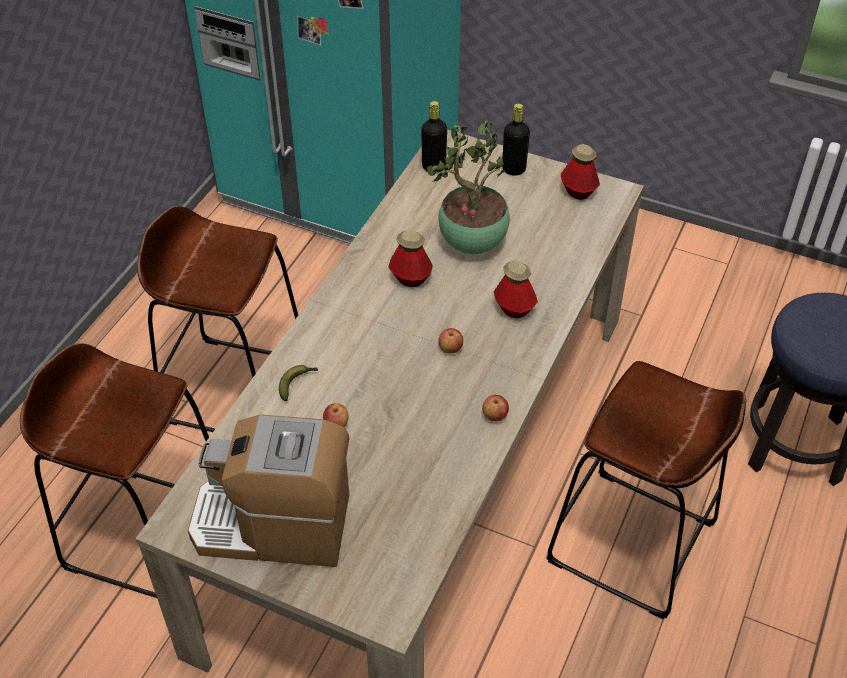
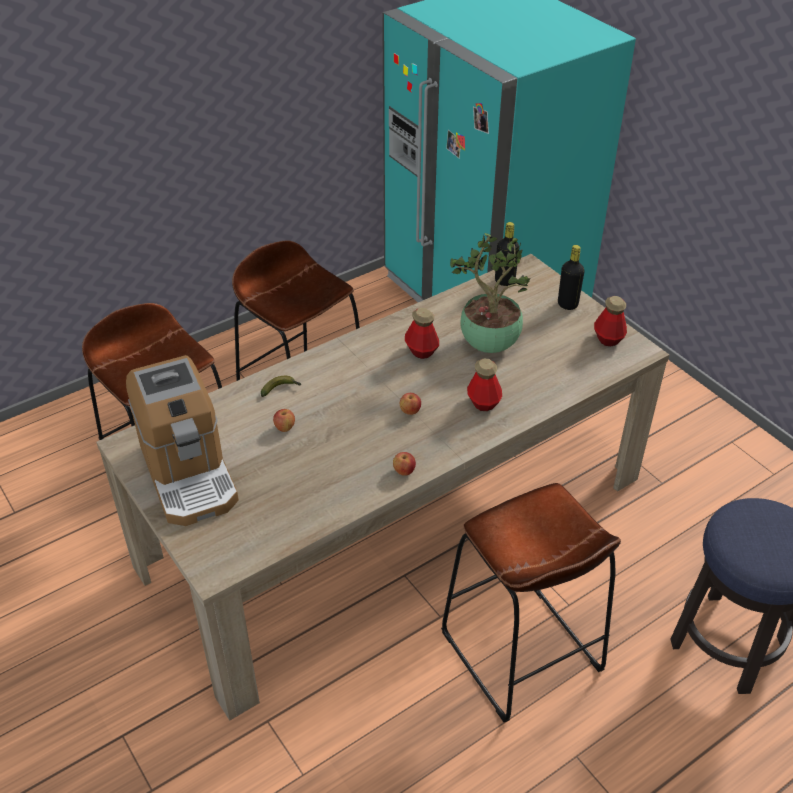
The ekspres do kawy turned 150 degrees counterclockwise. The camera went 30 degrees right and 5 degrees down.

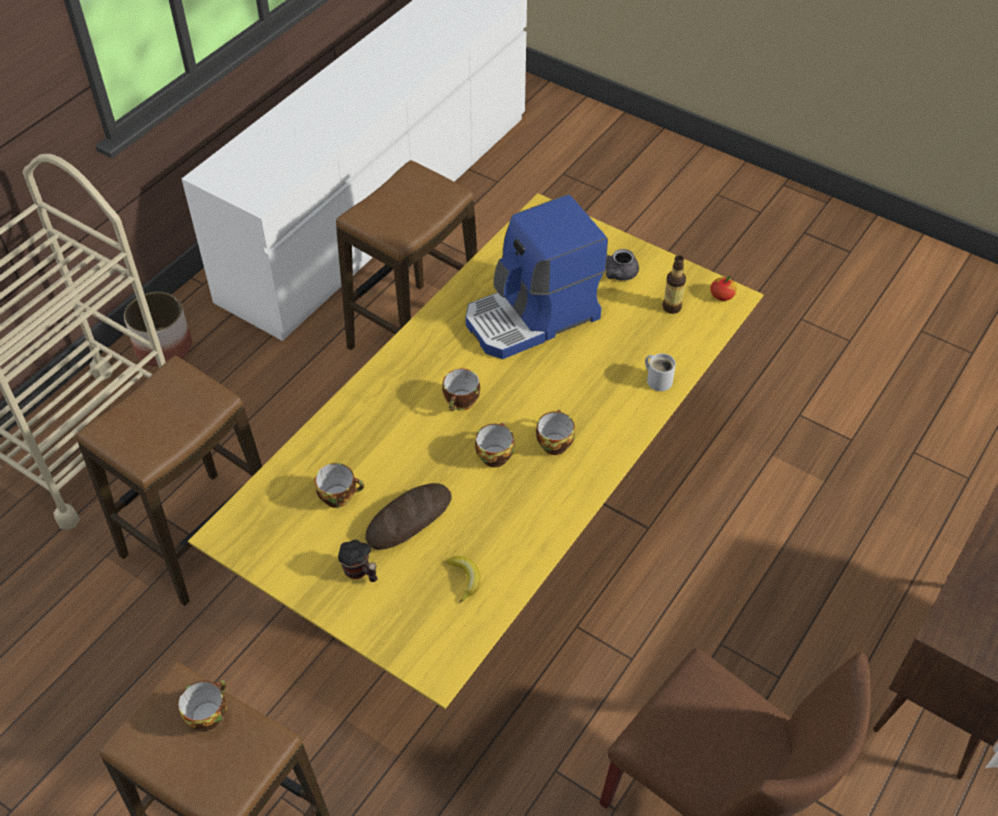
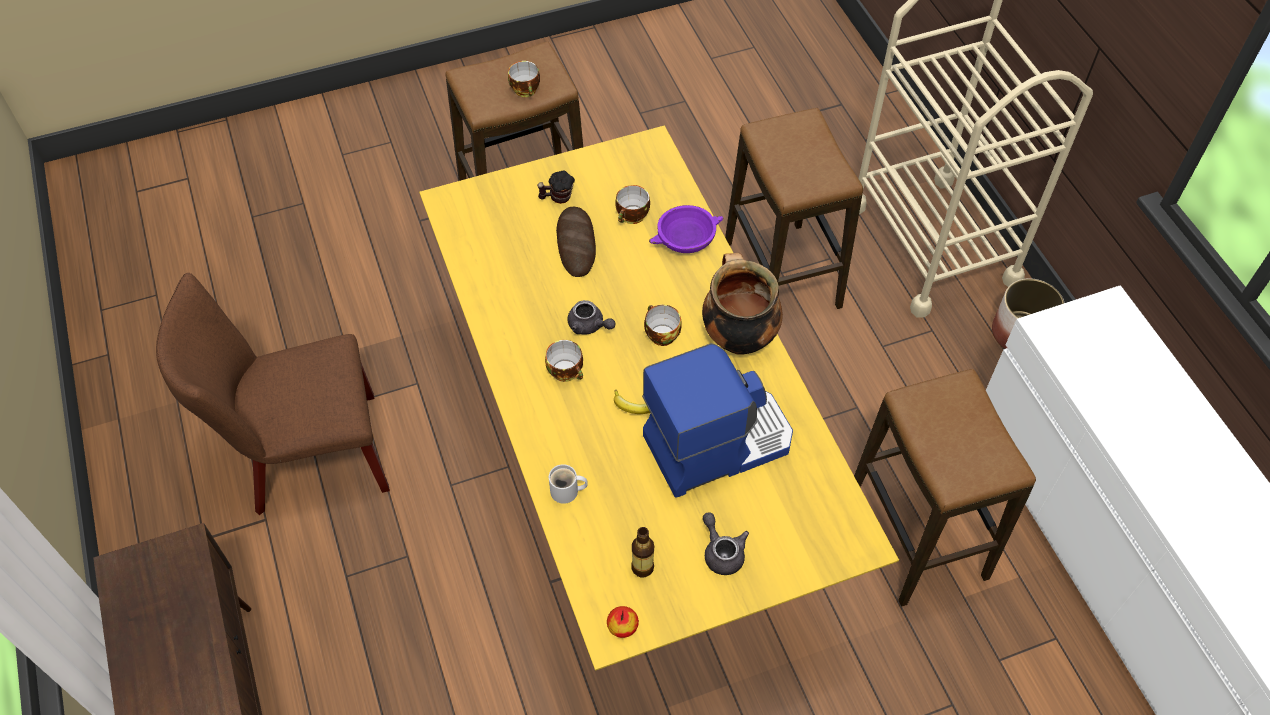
The miska [fioletowy] appeared. The garnek appeared. The banan moved. The filiżanka (4th from left) was replaced by the imbryk [szary] (1st from left). The ekspres do kawy turned 60 degrees clockwise. The camera went 125 degrees right and 5 degrees up.

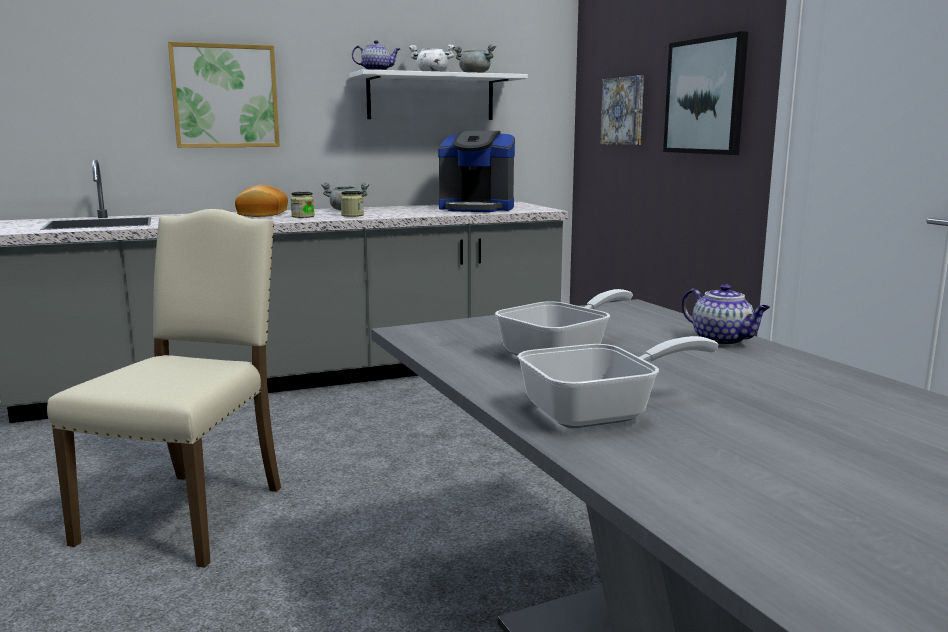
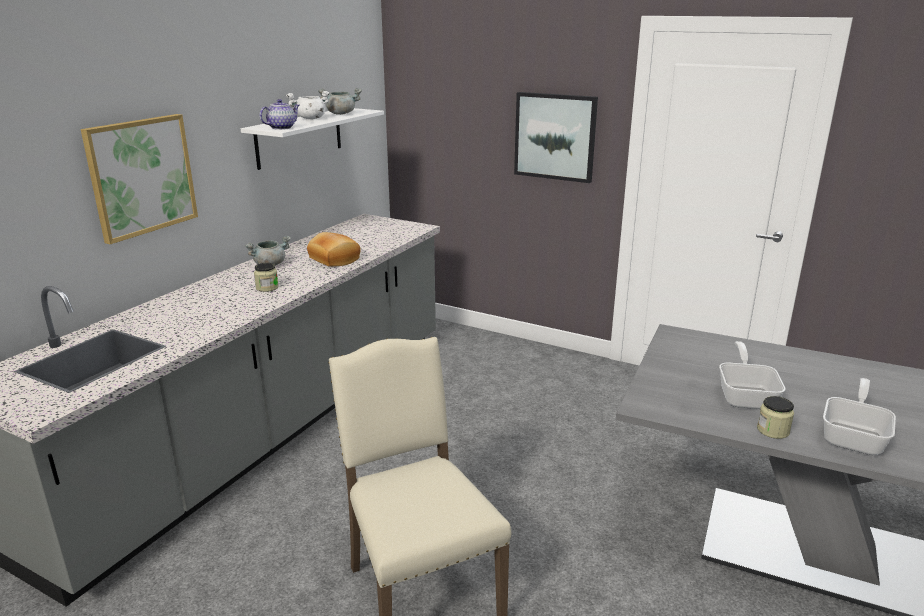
The ekspres do kawy disappeared. The obraz (2nd from left) disappeared. The imbryk (2nd from left) disappeared. The chleb moved. The słoik (2nd from left) moved. The camera went 40 degrees left and 10 degrees up.

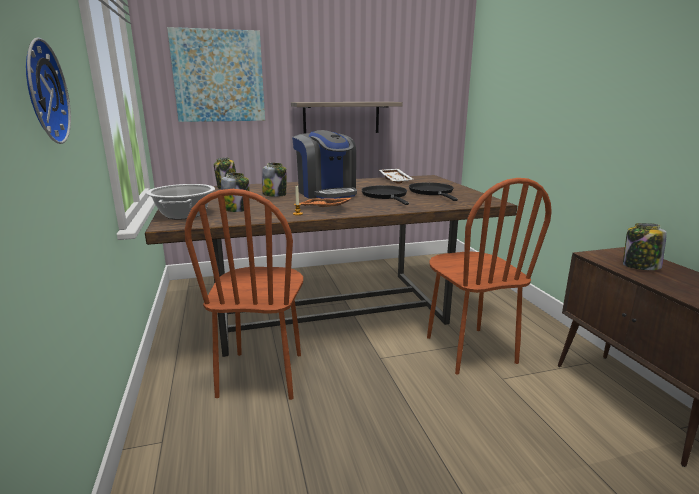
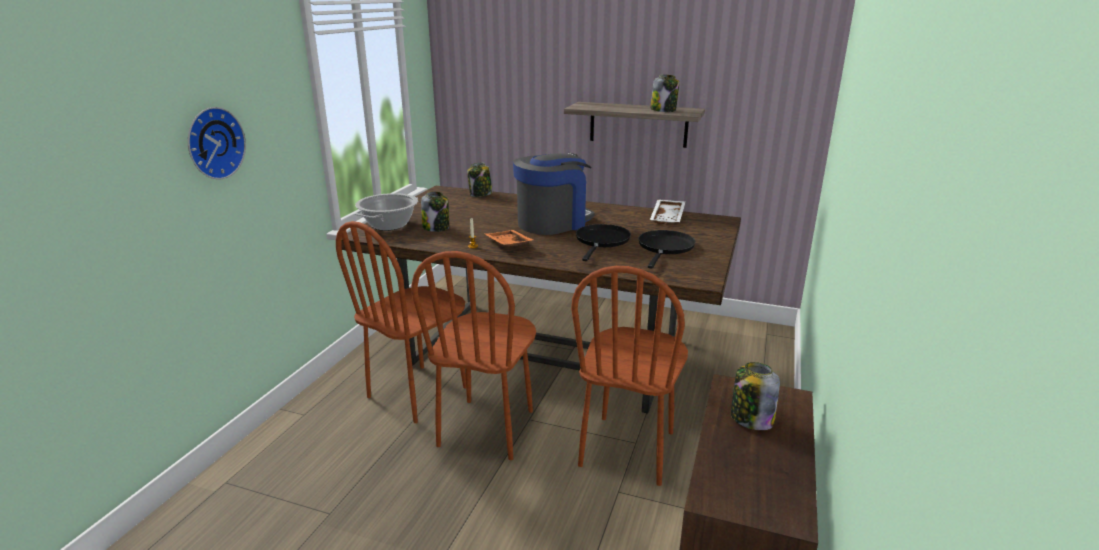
The obraz disappeared. The krzesło [brązowy] (2nd from left) appeared. The słoik (3rd from left) moved. The ekspres do kawy turned 135 degrees counterclockwise. The camera went 35 degrees right and 5 degrees up.

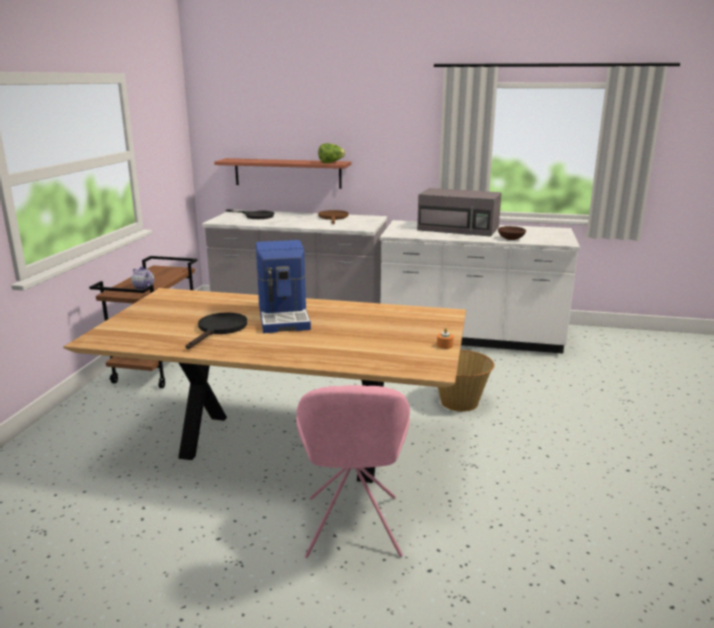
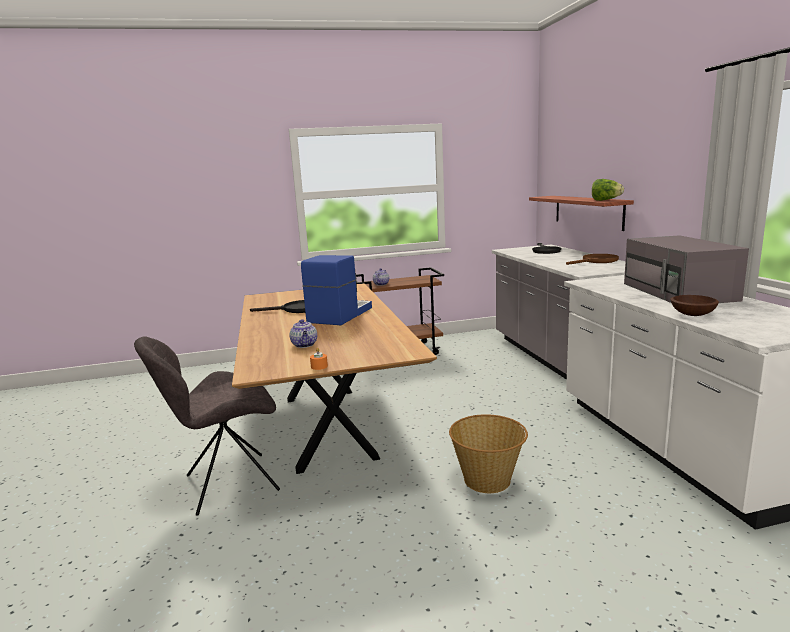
The imbryk (1st from left) appeared. The krzesło [różowy] became the krzesło [szary]. The ekspres do kawy turned 150 degrees clockwise. The camera went 65 degrees right and 5 degrees down.

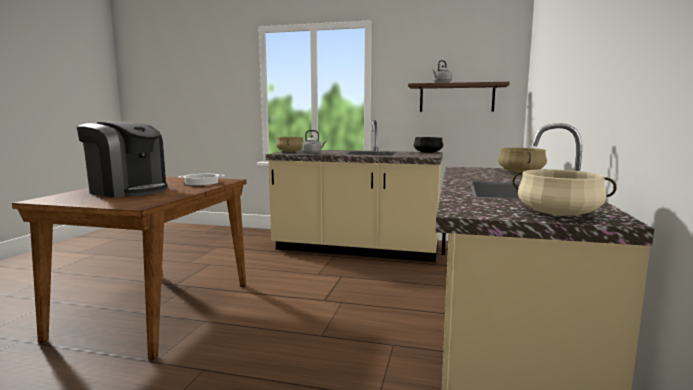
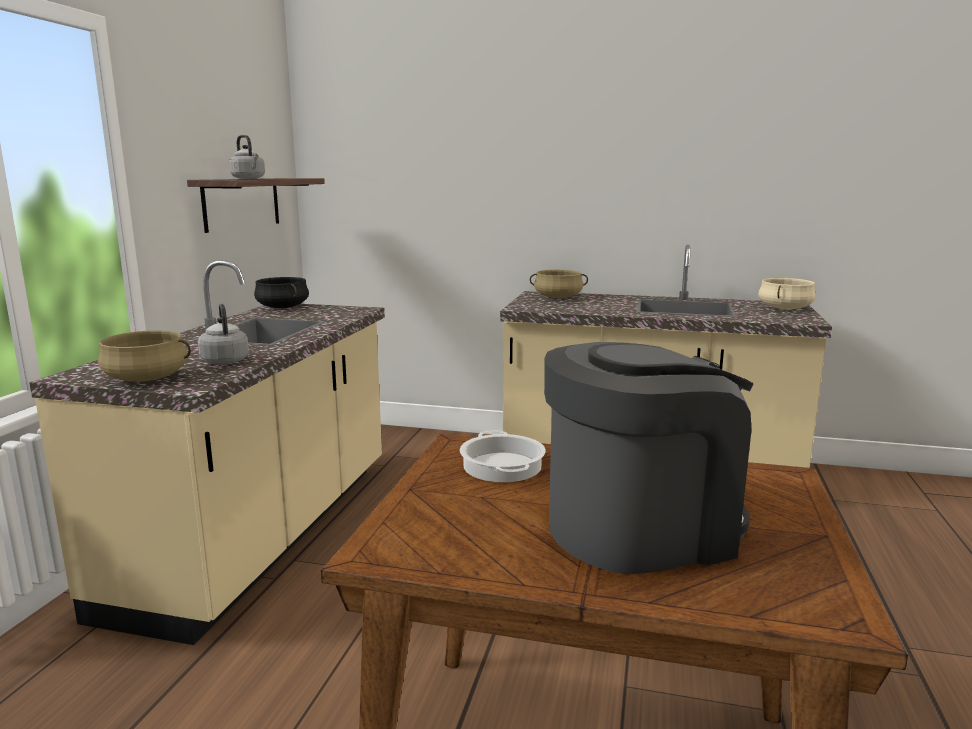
The ekspres do kawy turned 45 degrees clockwise. The camera went 90 degrees left and 5 degrees up.

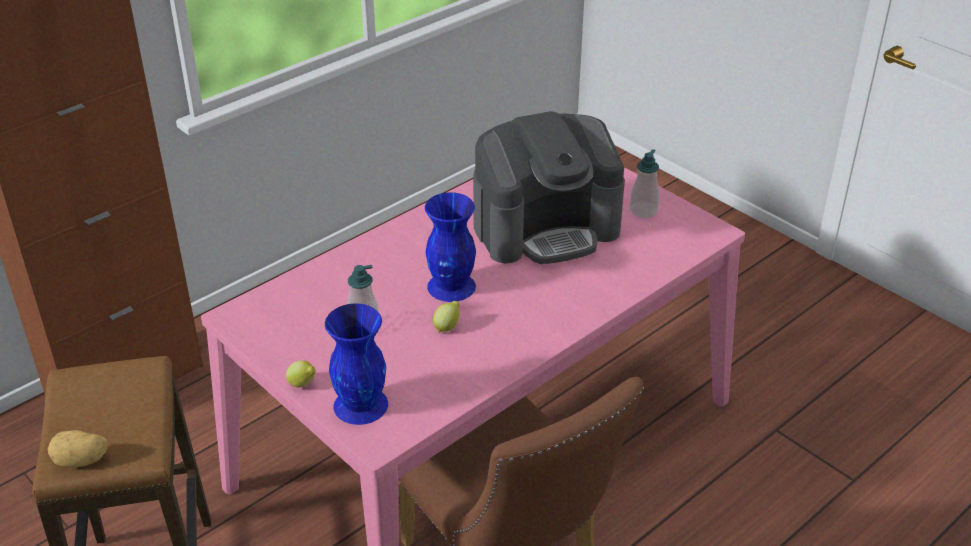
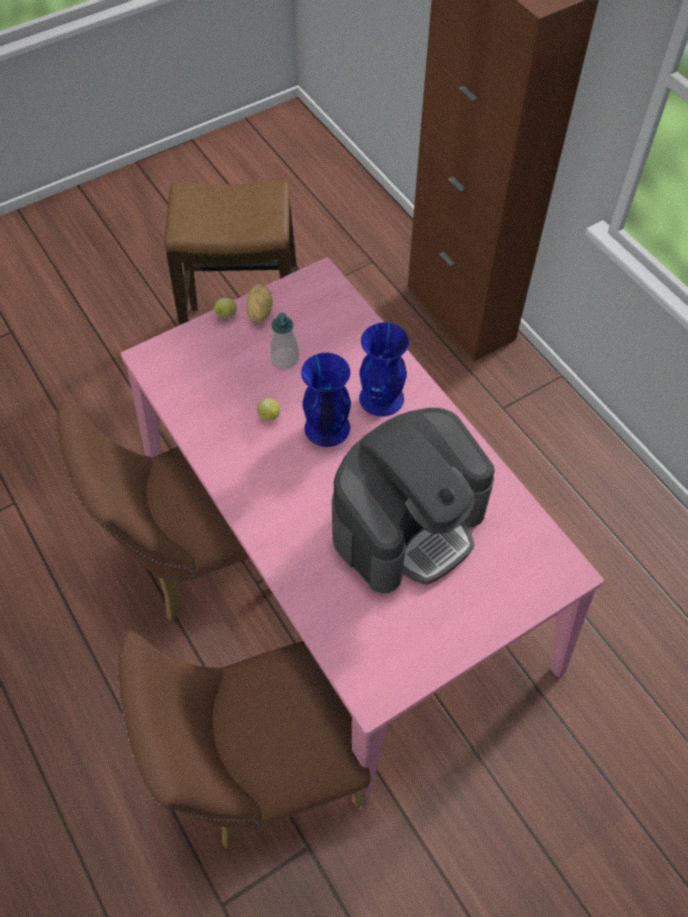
The dozownik mydła (2nd from left) disappeared. The krzesło [brązowy] (2nd from left) appeared. The ziemniak moved. The wazon [niebieski] (1st from left in the first image) moved. The ekspres do kawy turned 120 degrees counterclockwise. The camera went 100 degrees right and 20 degrees up.

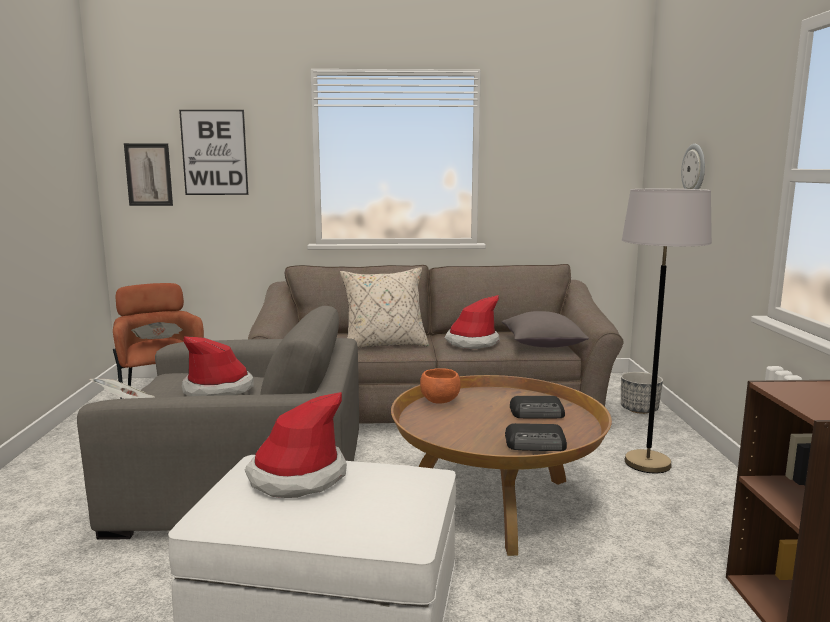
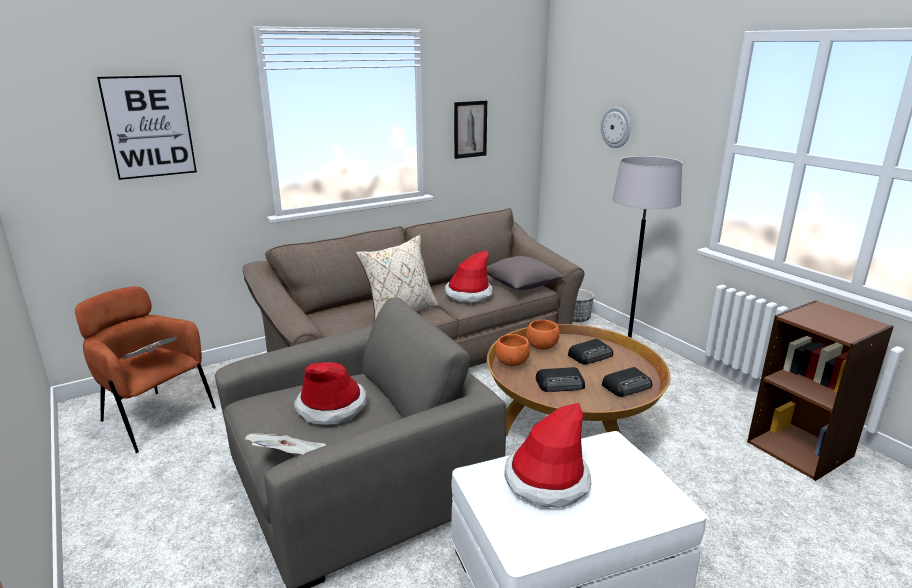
The miska [pomarańczowy] (2nd from left) appeared. The radio (1st from left) appeared. The obraz (1st from left in the first image) moved. The camera went 30 degrees left and 10 degrees up.

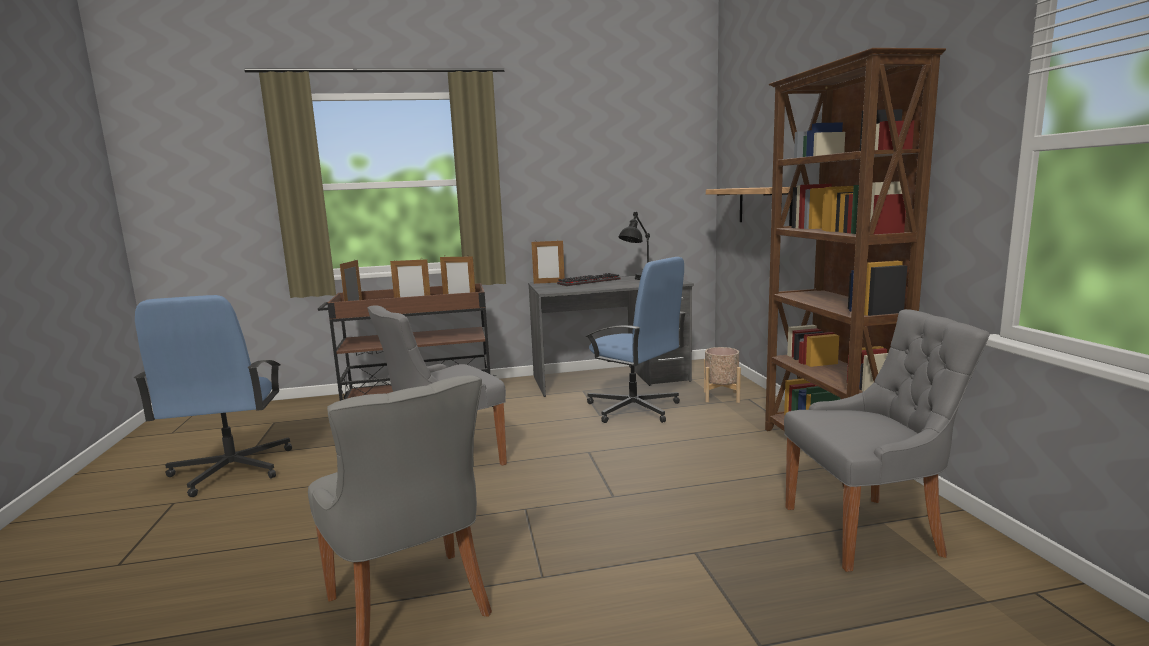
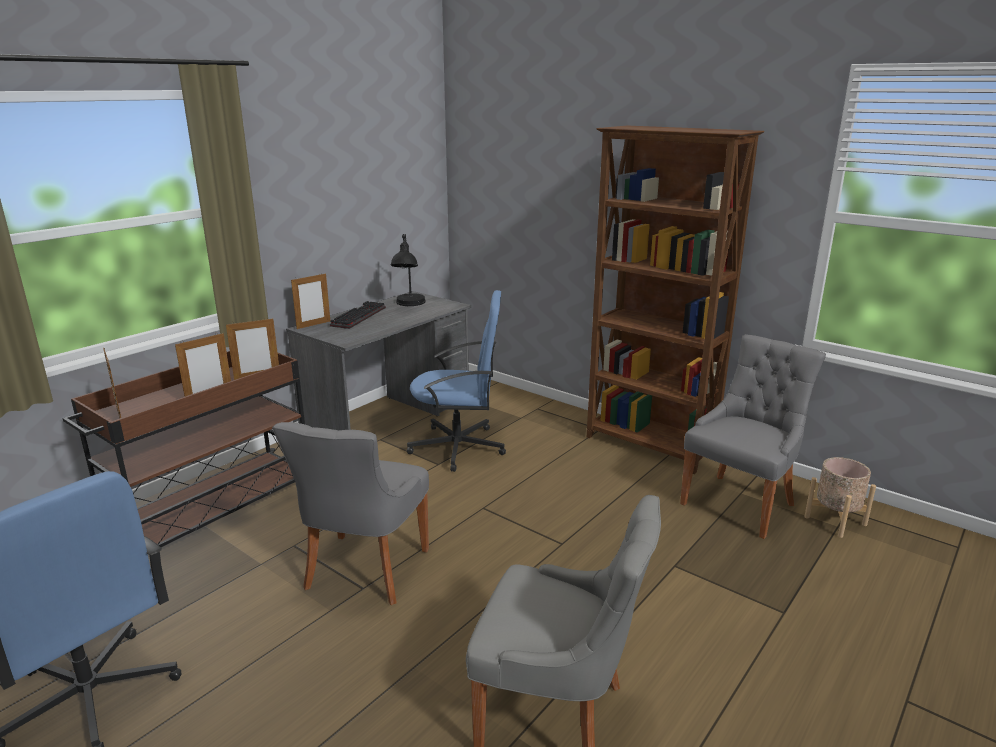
The półka disappeared. The donica [beżowy] moved. The camera went 40 degrees left and 10 degrees up.

